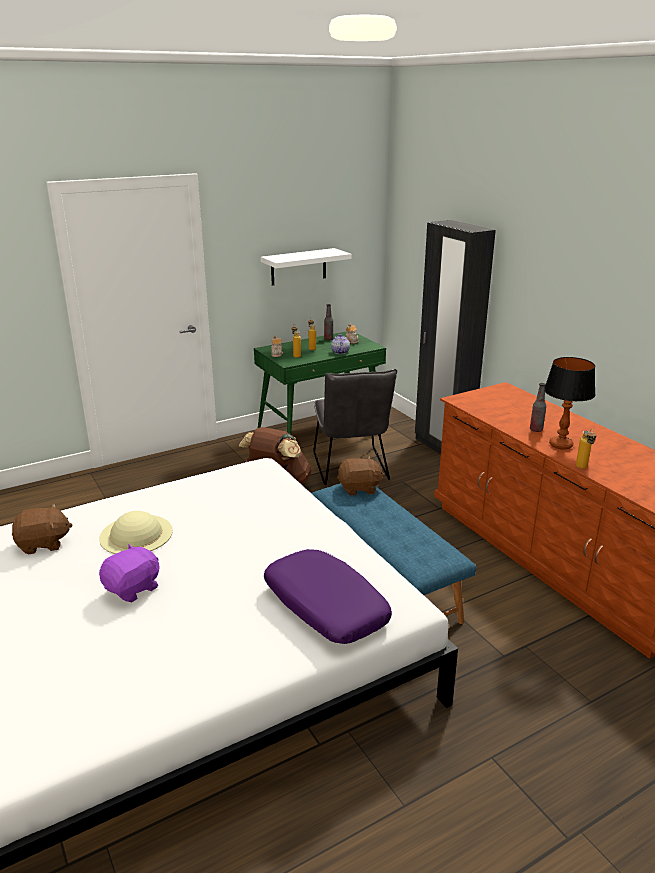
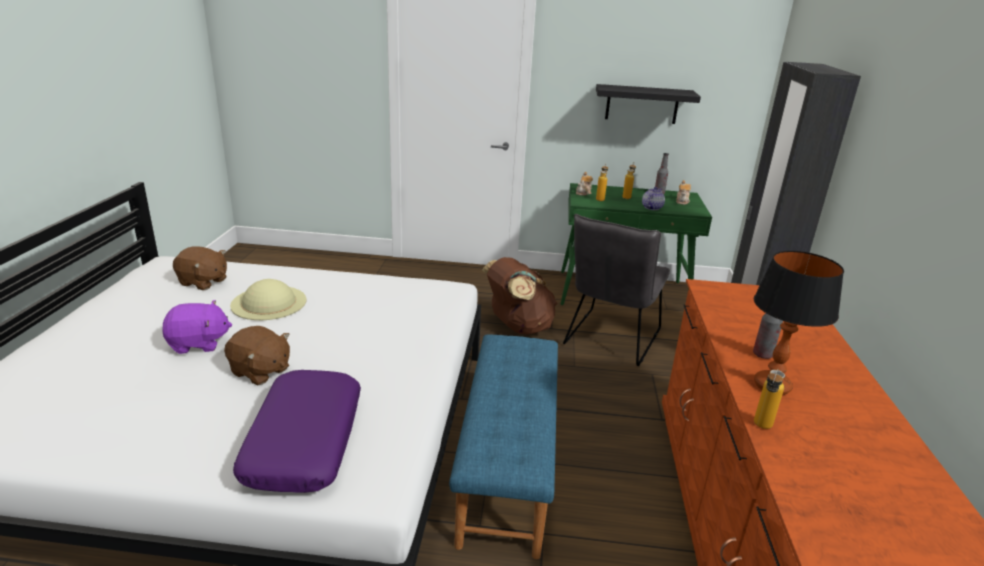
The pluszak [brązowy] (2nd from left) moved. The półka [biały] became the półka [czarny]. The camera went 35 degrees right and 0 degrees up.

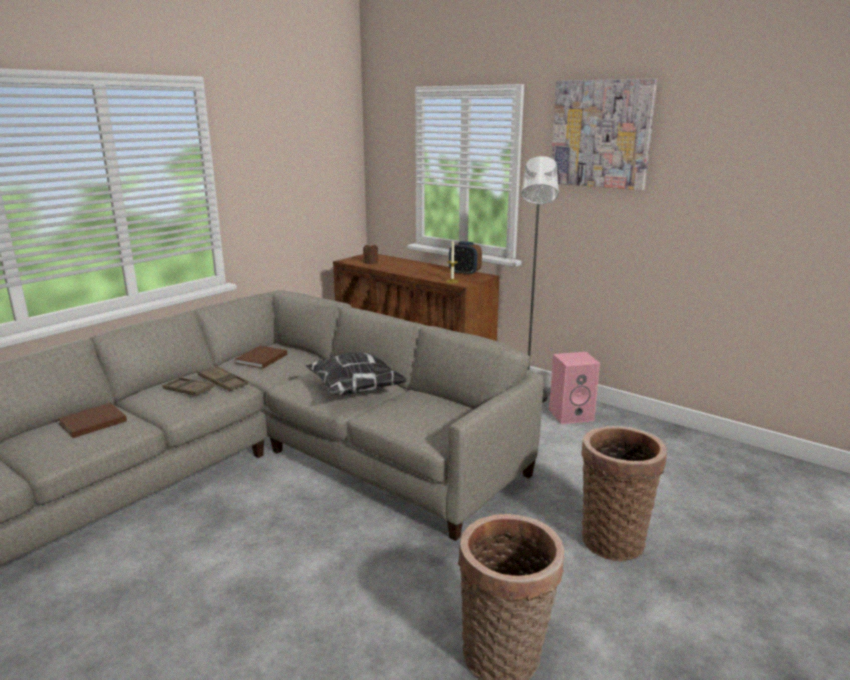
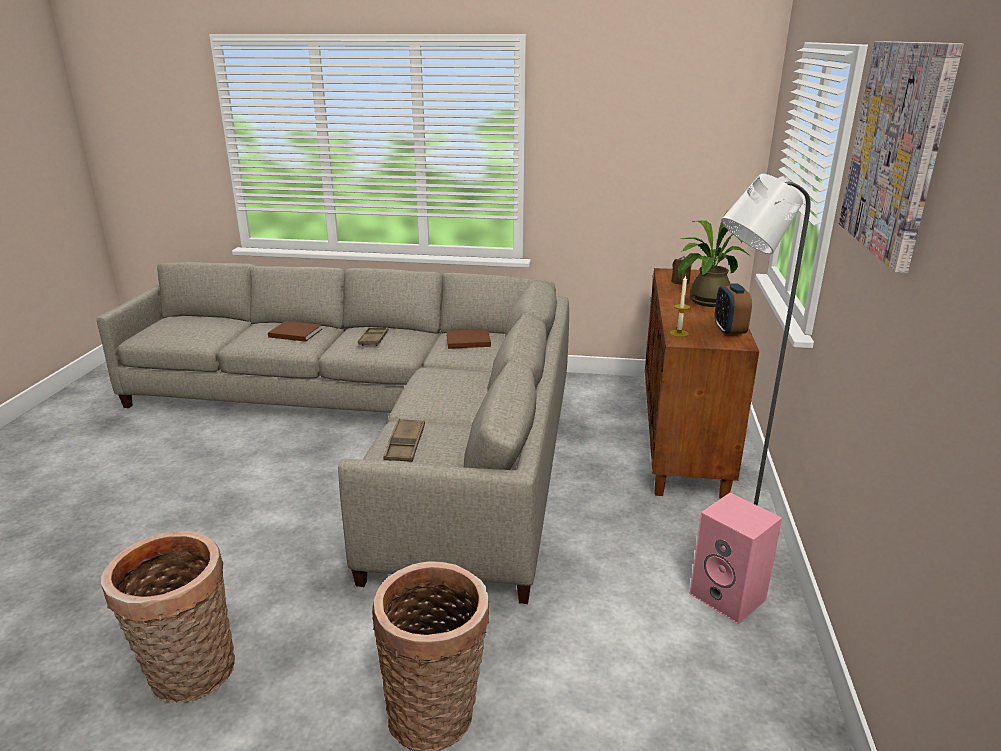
The poduszka disappeared. The roślina doniczkowa appeared. The taca [brązowy] (2nd from left) moved. The camera went 60 degrees right and 5 degrees up.

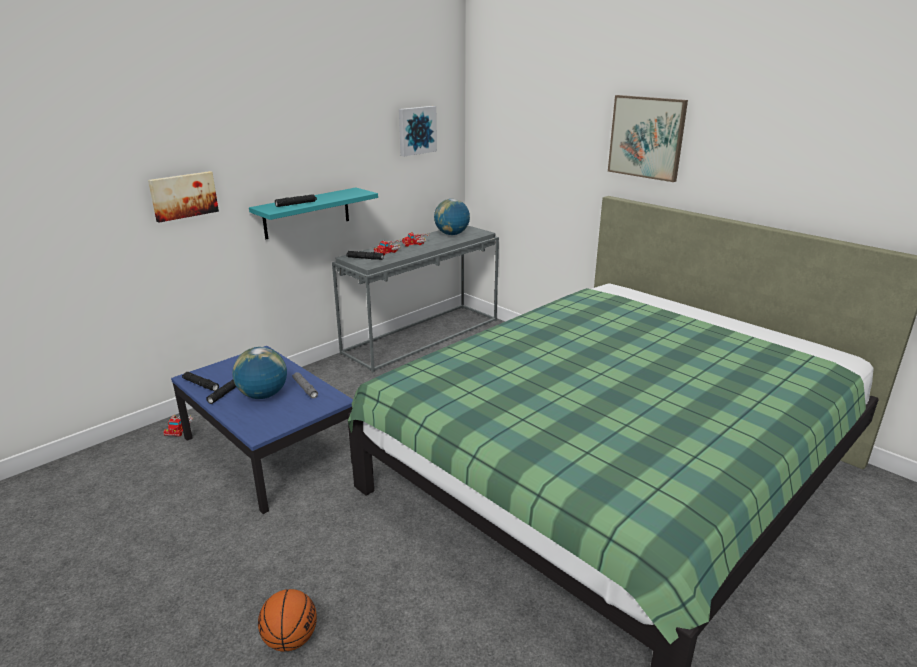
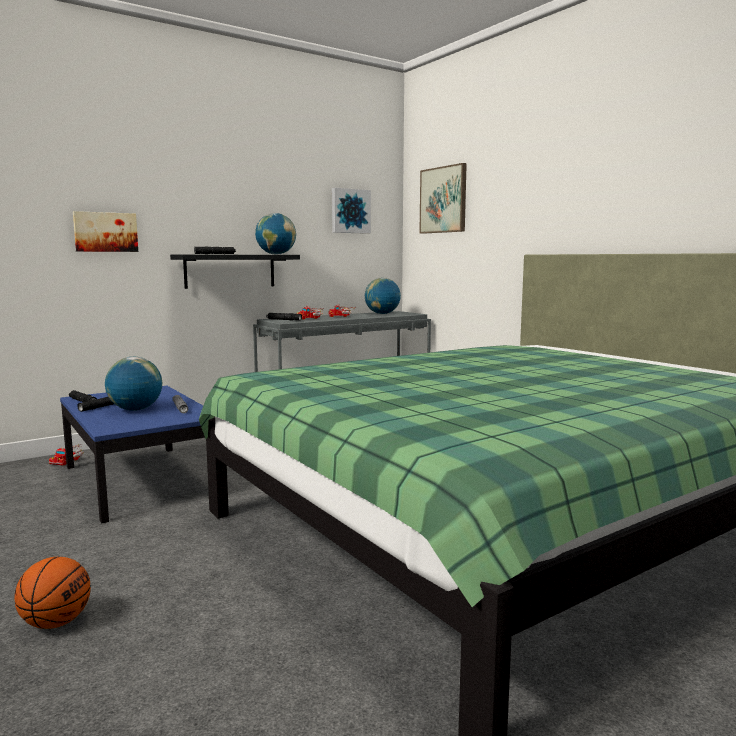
The globus (2nd from left) appeared. The obraz (3rd from left) moved. The półka [turkusowy] became the półka [czarny]. The camera went 10 degrees right and 15 degrees down.

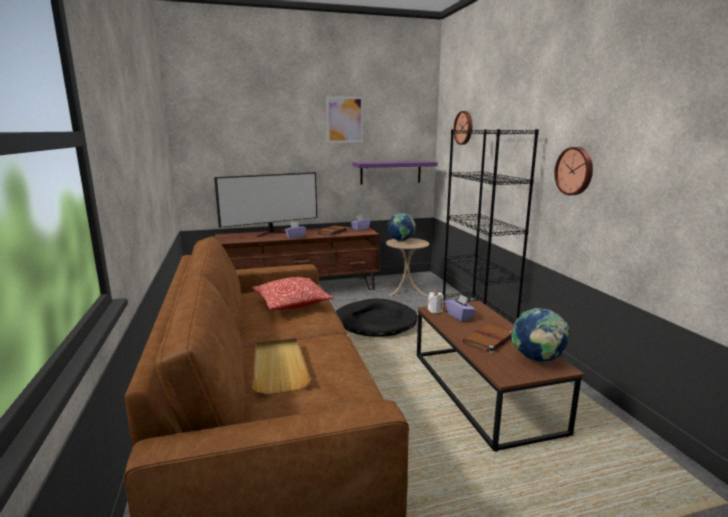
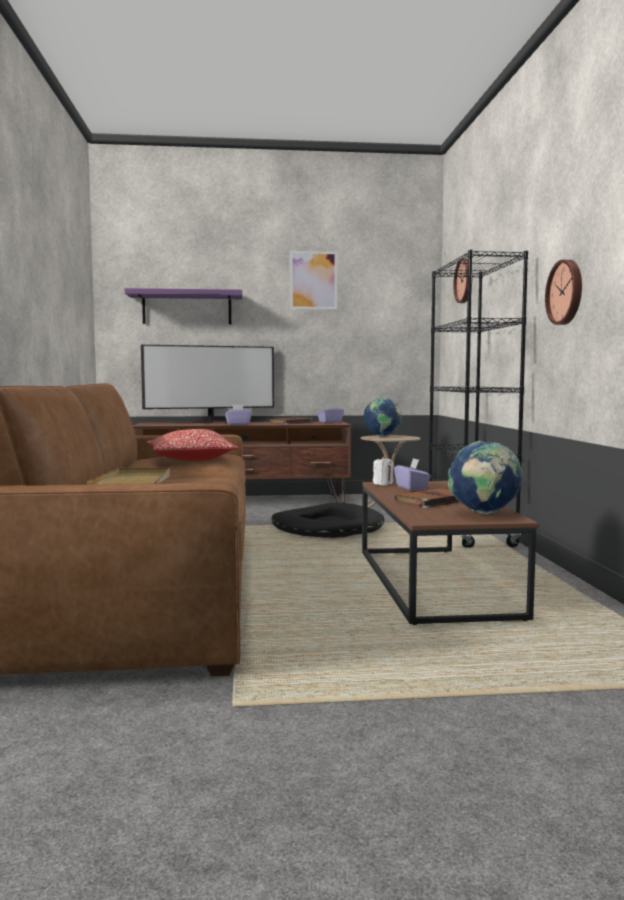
The półka [fioletowy] moved. The camera went 10 degrees right and 10 degrees down.

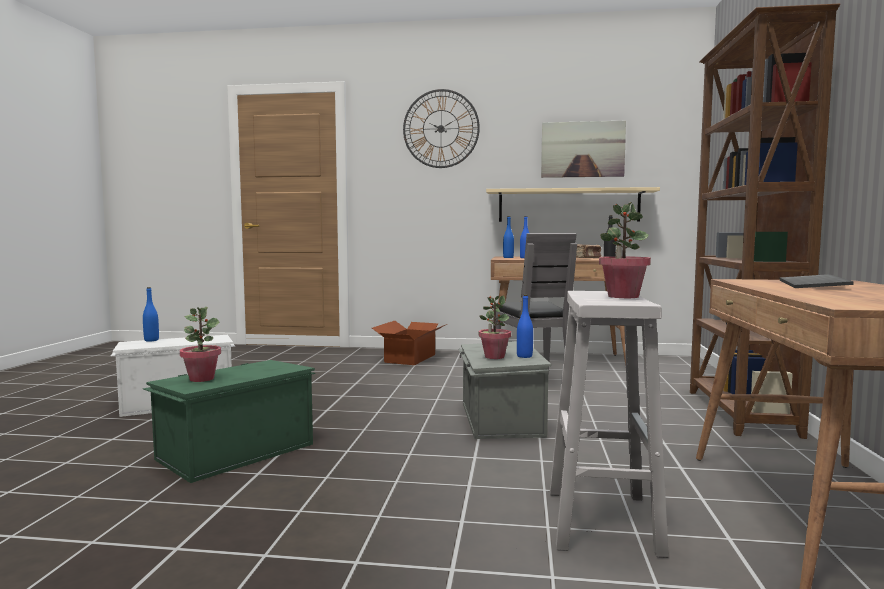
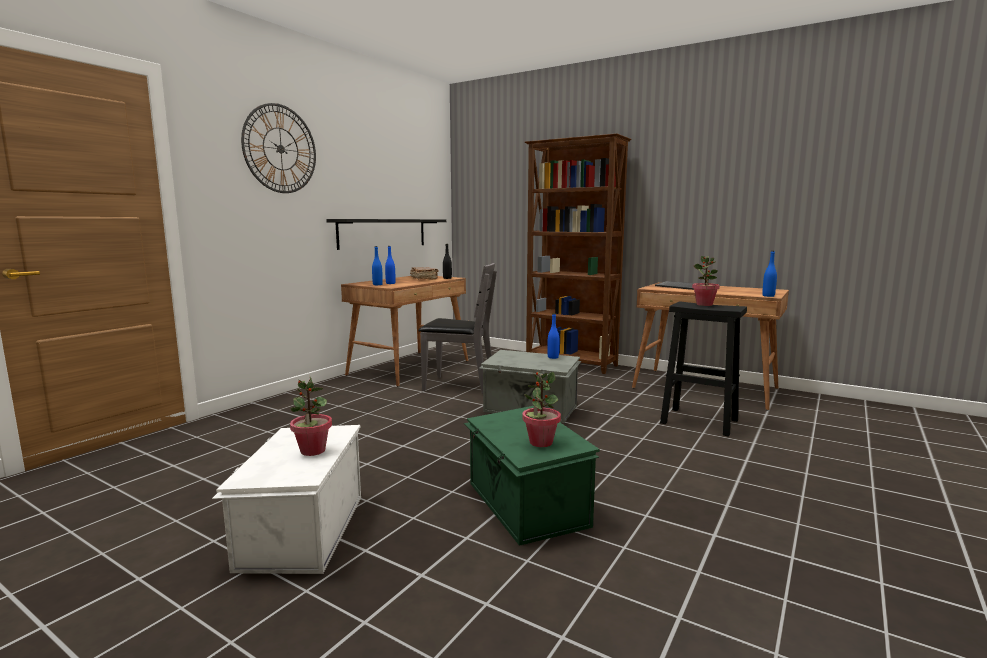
The karton disappeared. The obraz disappeared. The butelka [niebieski] (1st from left in the first image) moved. The roślina doniczkowa (2nd from left in the first image) moved. The półka [beżowy] became the półka [czarny]. The stołek [biały] became the stołek [czarny]. The camera went 65 degrees left and 5 degrees up.

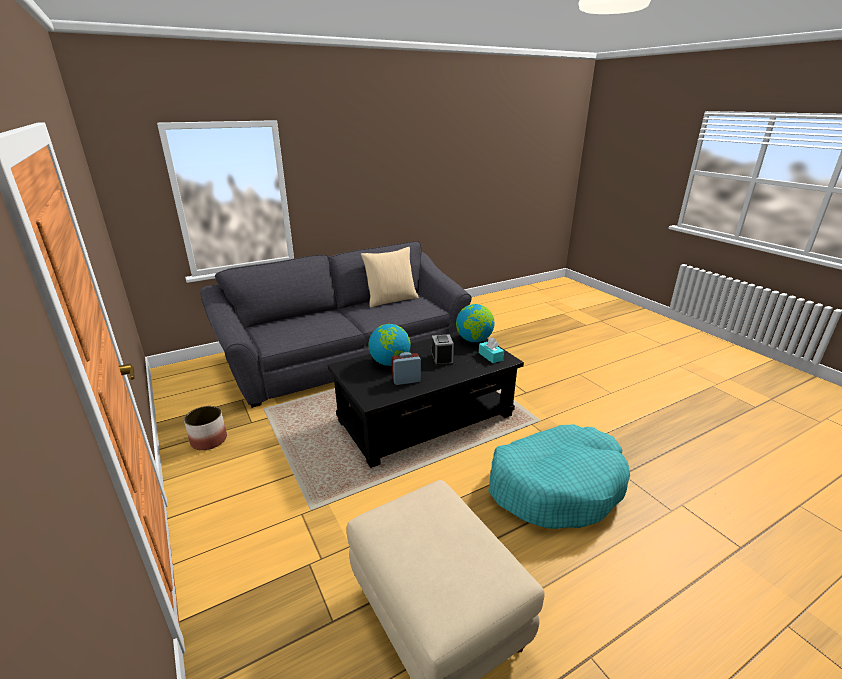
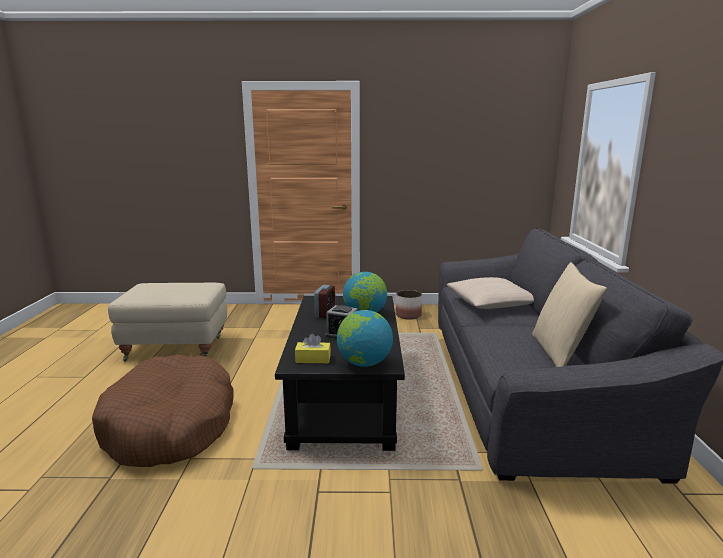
The poduszka [beżowy] (1st from left) appeared. The pudełko chusteczek [turkusowy] became the pudełko chusteczek [żółty]. The legowisko [turkusowy] became the legowisko [brązowy]. The camera went 120 degrees right and 10 degrees down.

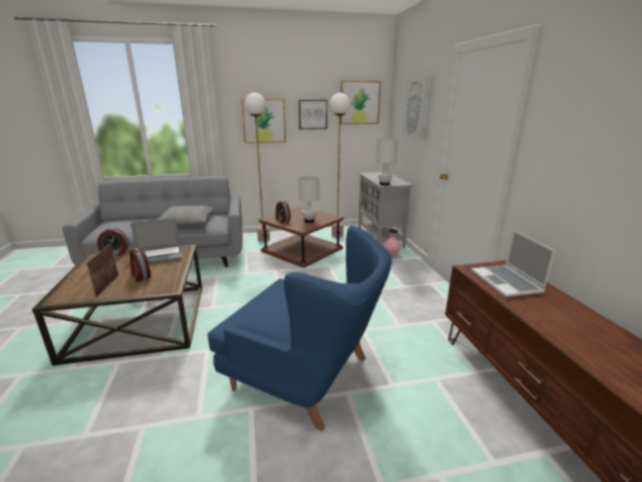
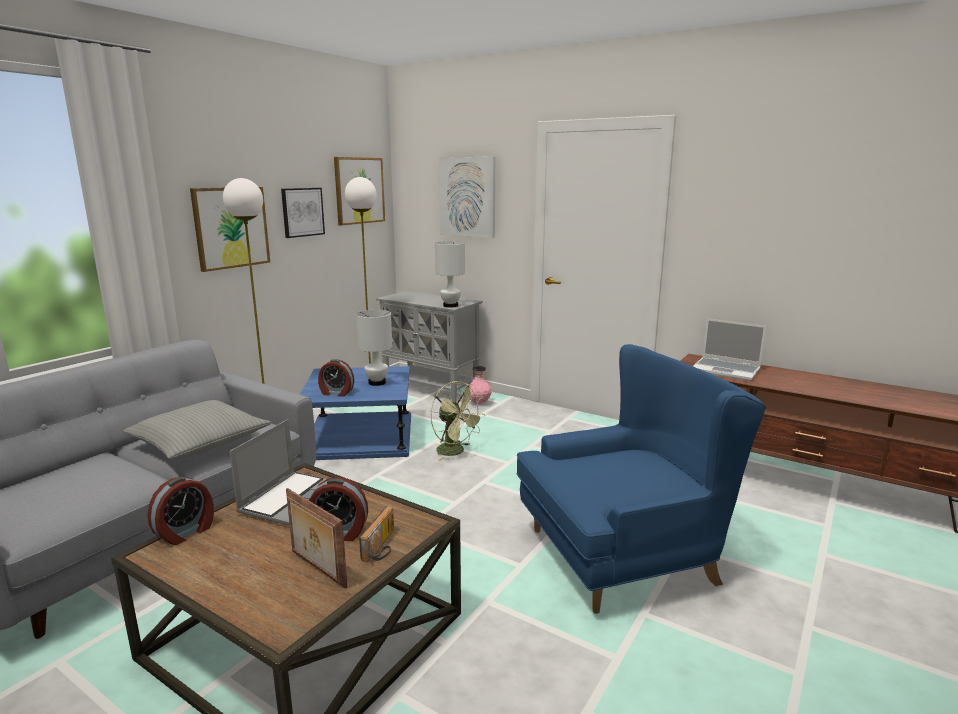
The radio appeared. The wentylator [zielony] appeared. The stolik [brązowy] became the stolik [niebieski]. The camera went 45 degrees left and 5 degrees down.

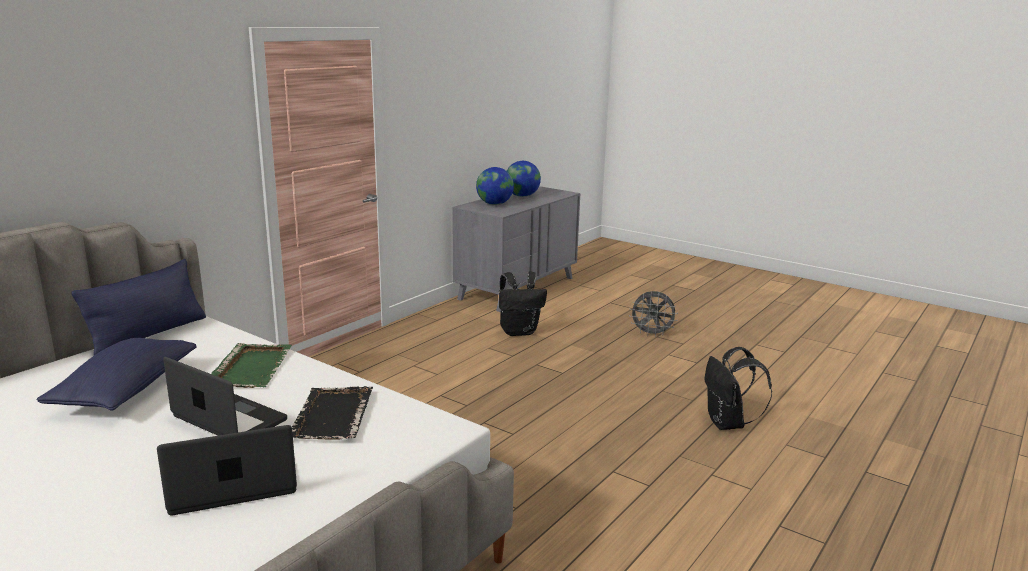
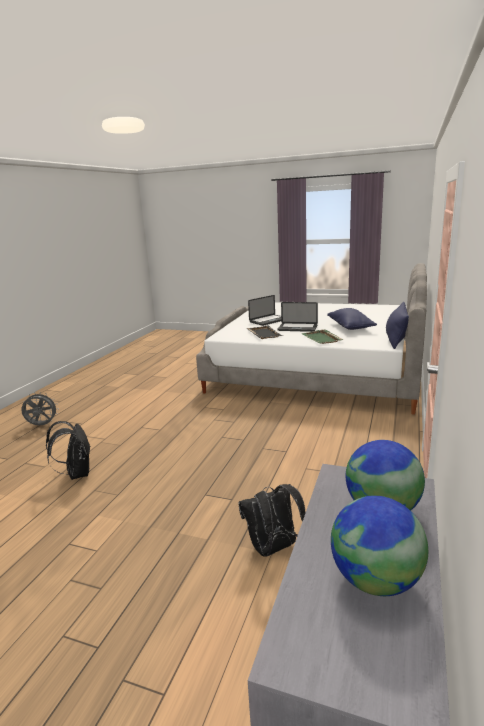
The wentylator [szary] moved. The camera went 165 degrees right and 0 degrees up.

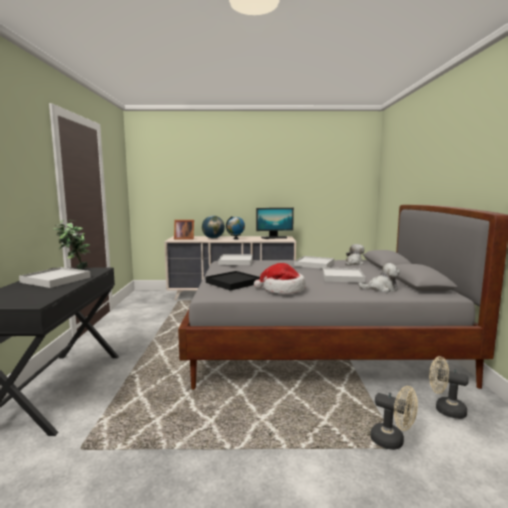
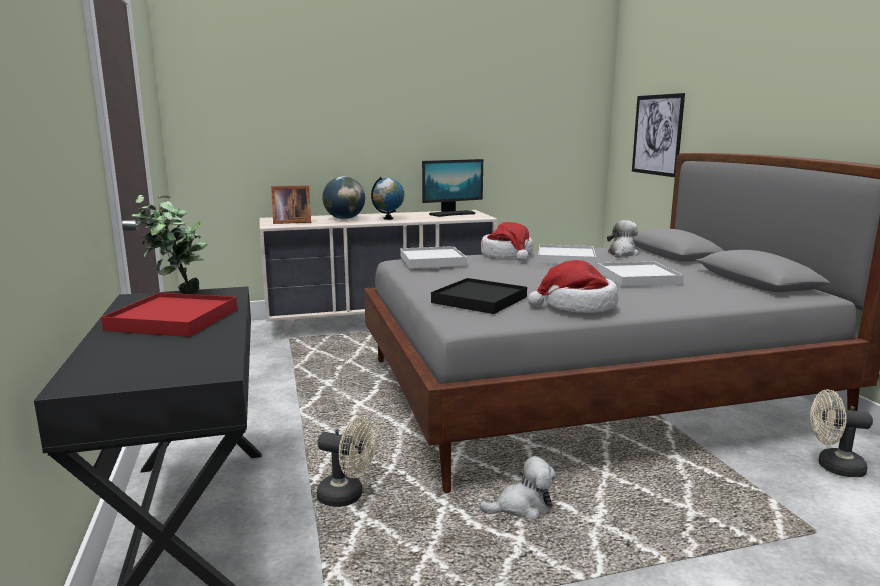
The kapelusz (1st from left) appeared. The obraz appeared. The pluszak (2nd from left in the first image) moved. The wentylator [beżowy] (1st from left) moved. The taca [biały] (1st from left) became the taca [czerwony]. The camera went 15 degrees left and 5 degrees up.

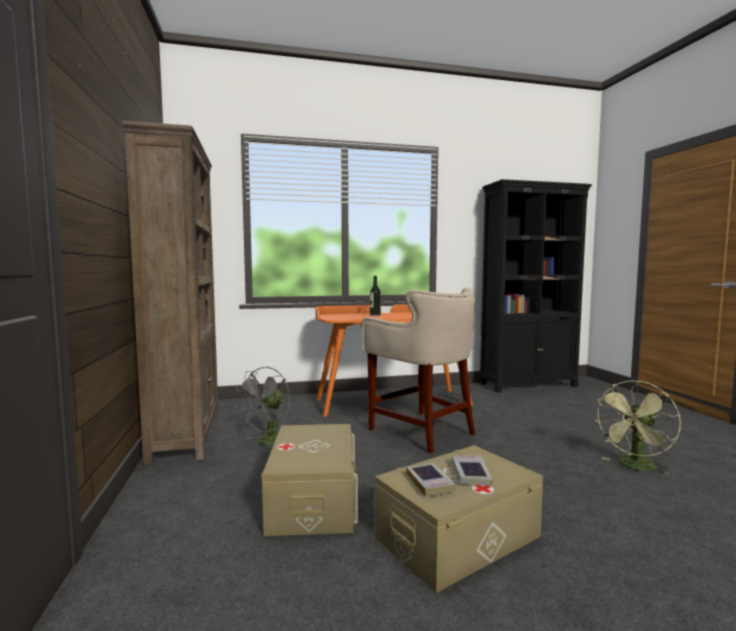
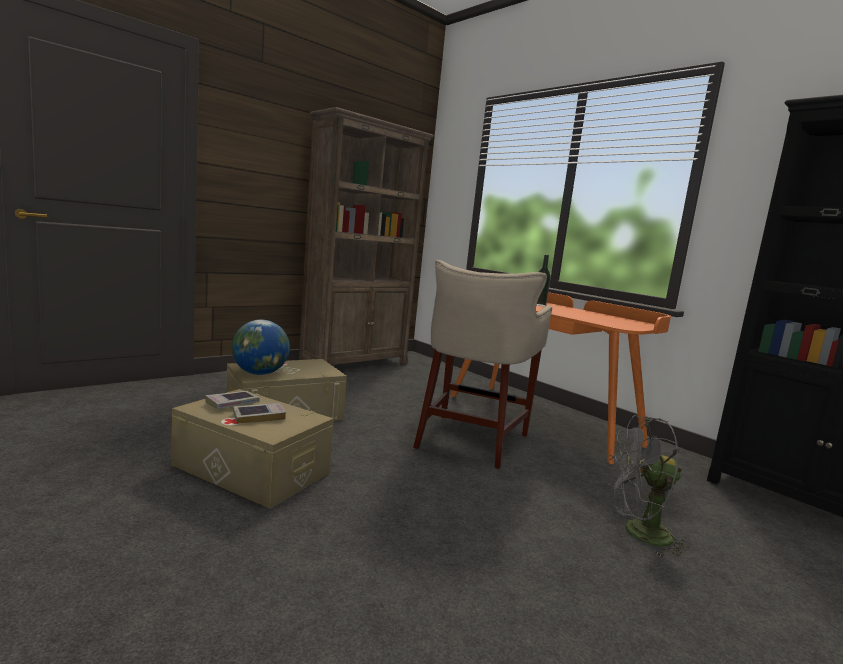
The wentylator [zielony] disappeared. The globus appeared. The wentylator [szary] moved. The camera went 60 degrees right and 5 degrees up.

